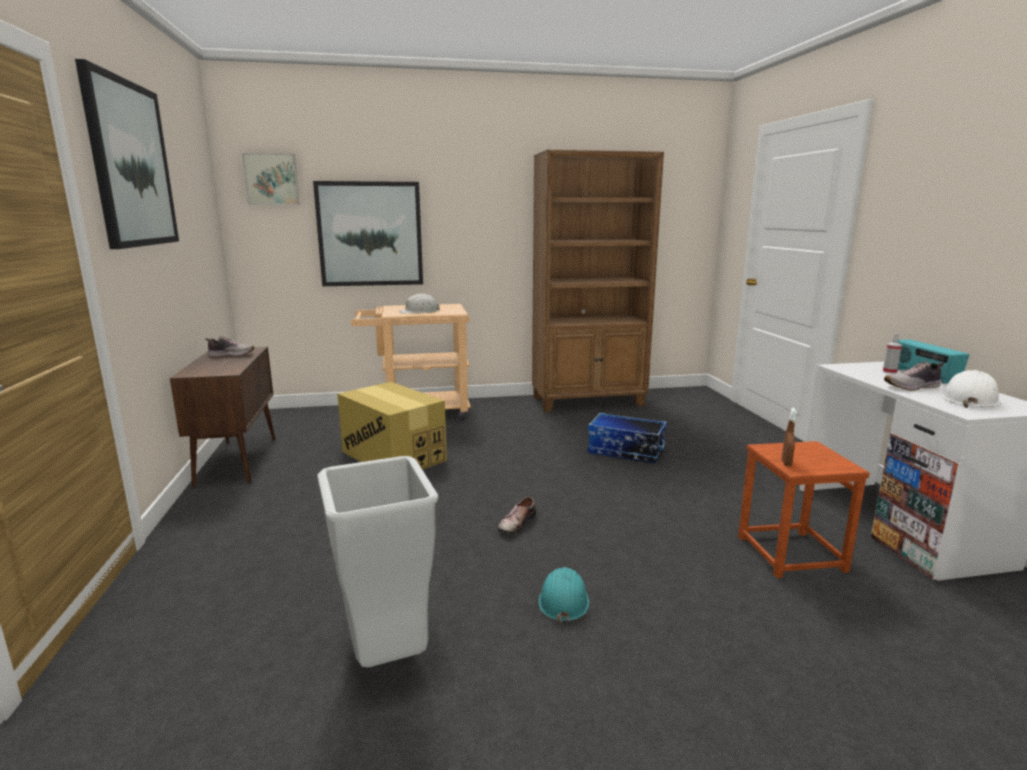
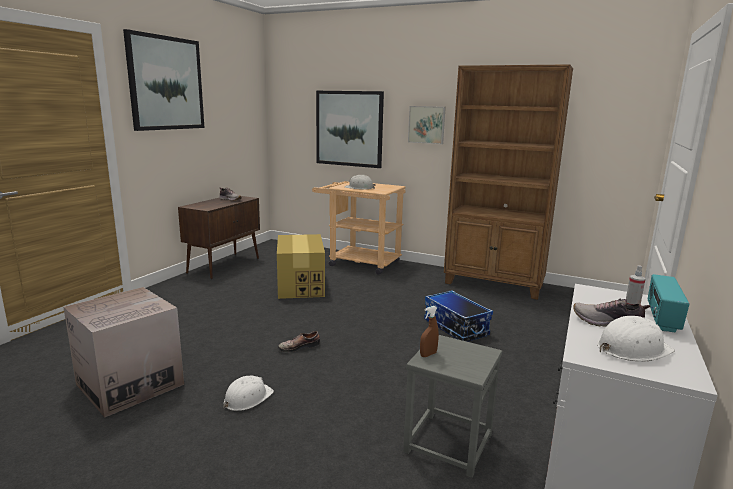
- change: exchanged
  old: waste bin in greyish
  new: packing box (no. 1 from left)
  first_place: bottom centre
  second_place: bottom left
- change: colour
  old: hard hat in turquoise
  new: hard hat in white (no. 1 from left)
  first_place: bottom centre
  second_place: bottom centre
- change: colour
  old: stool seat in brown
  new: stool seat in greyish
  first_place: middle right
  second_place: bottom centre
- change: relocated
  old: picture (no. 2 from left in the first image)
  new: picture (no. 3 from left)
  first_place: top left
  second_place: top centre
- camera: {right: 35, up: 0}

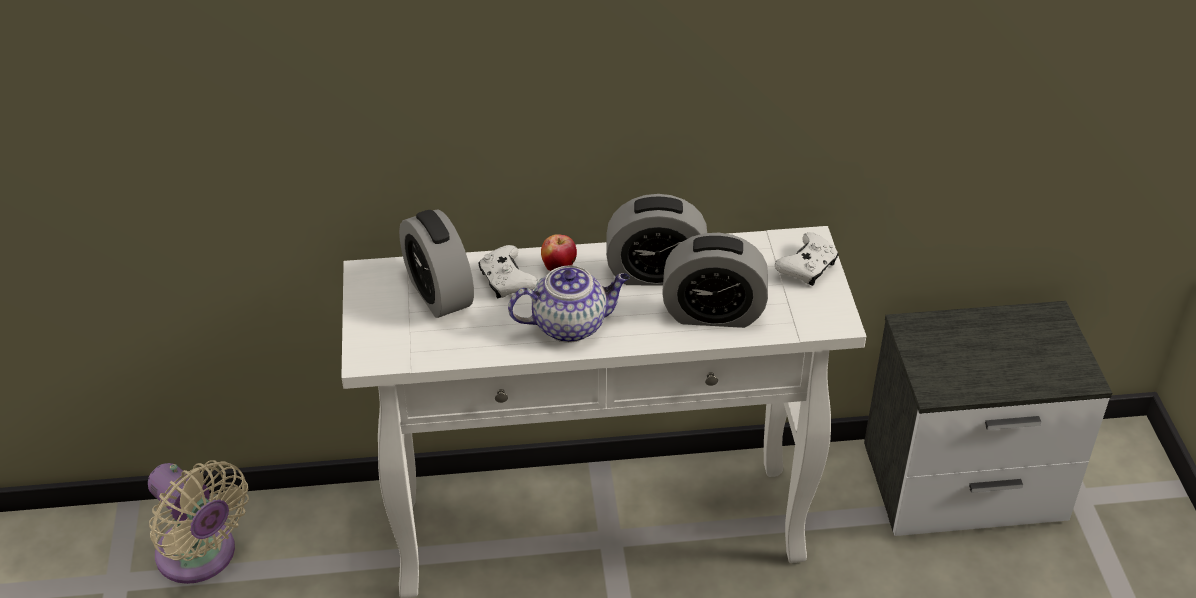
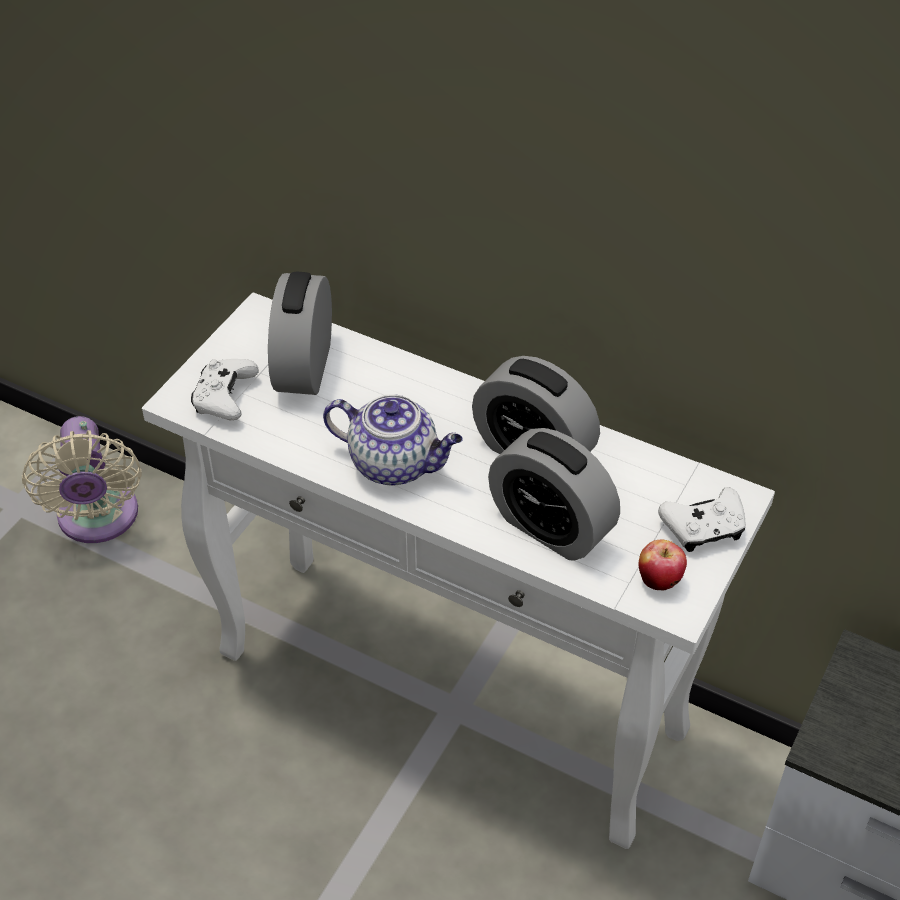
- change: relocated
  old: joypad in white (no. 1 from left)
  first_place: centre
  second_place: middle left
- change: relocated
  old: apple fruit
  first_place: centre
  second_place: middle right
- camera: {right: 35, up: 5}

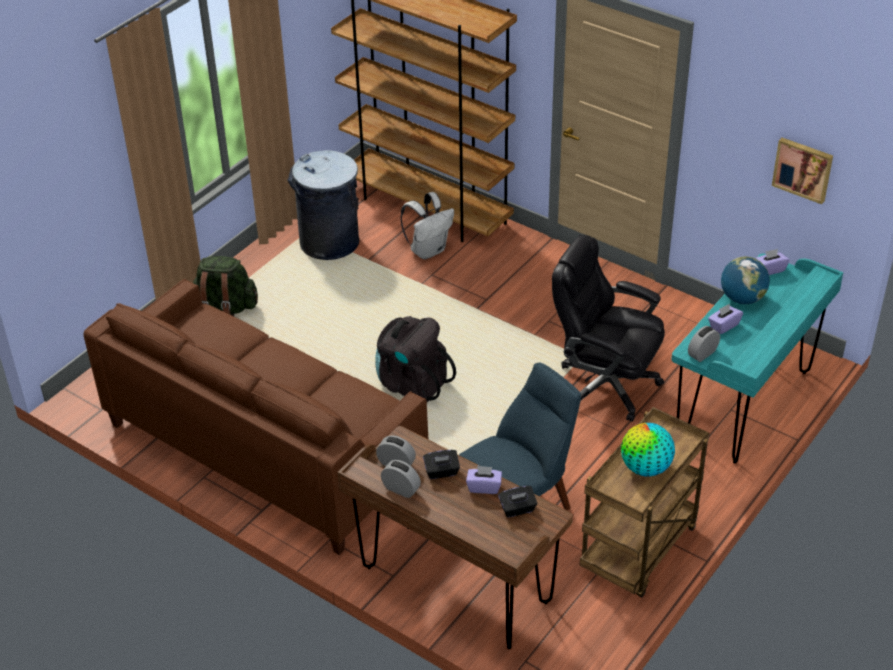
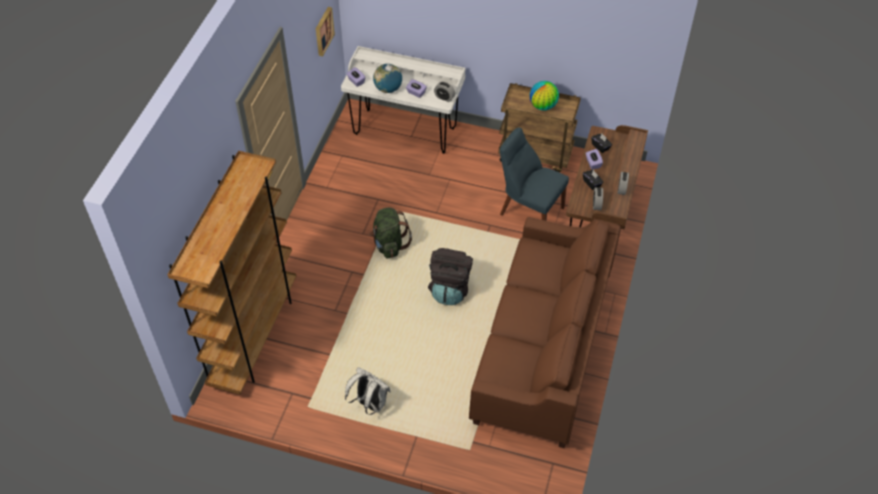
- change: colour
  old: desk in turquoise
  new: desk in white
  first_place: middle right
  second_place: top centre
- change: relocated
  old: rucksack in white
  first_place: centre
  second_place: bottom centre
- change: relocated
  old: rucksack in green-coloured
  first_place: middle left
  second_place: centre
- change: missing
  old: waste bin in greyish
  first_place: top centre
- change: missing
  old: desk chair in blackish
  first_place: middle right
- camera: {right: -110, up: 10}

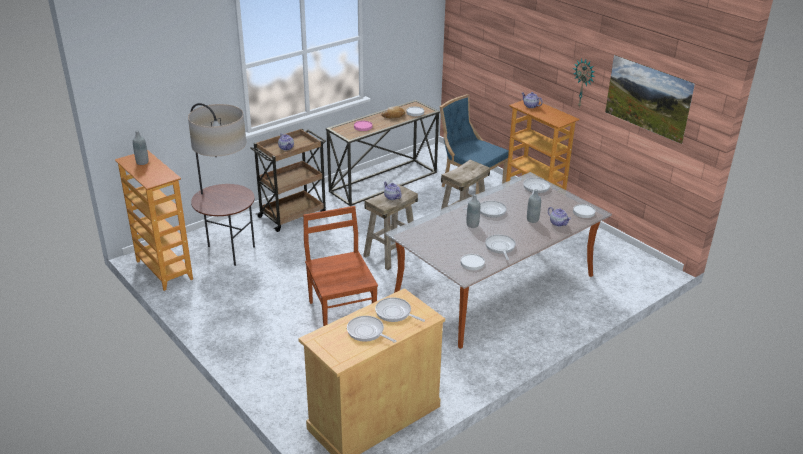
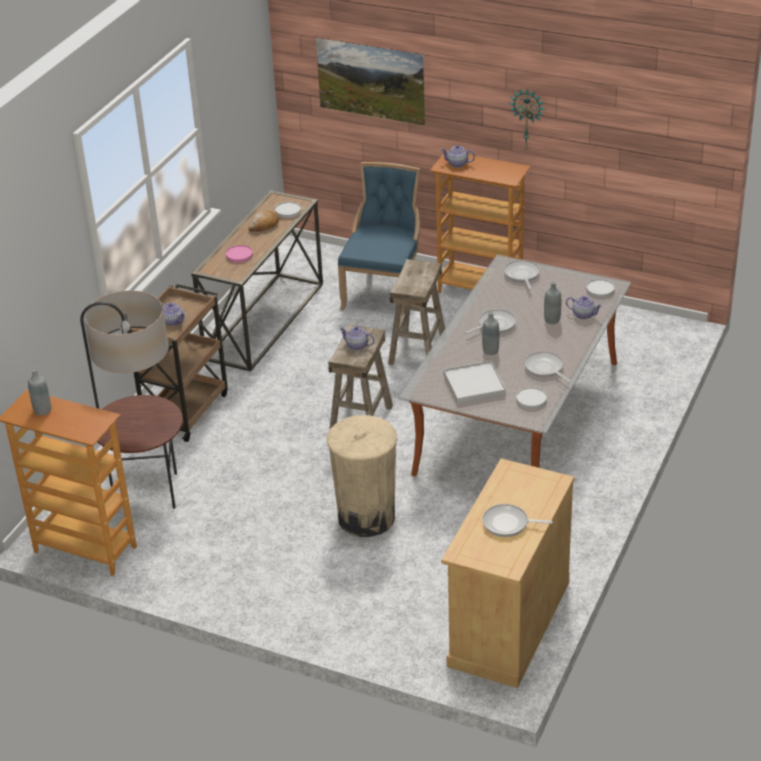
- change: relocated
  old: picture
  first_place: top right
  second_place: top centre
- change: exchanged
  old: chair in brown
  new: waste bin in beige
  first_place: centre
  second_place: centre
- change: spun
  old: chair in bluish
  first_place: top centre
  second_place: top centre
  degrees: 90
- change: appeared
  new: tray in white
  second_place: centre
- change: missing
  old: frying pan (no. 2 from left)
  first_place: bottom centre
- camera: {right: -25, up: 5}

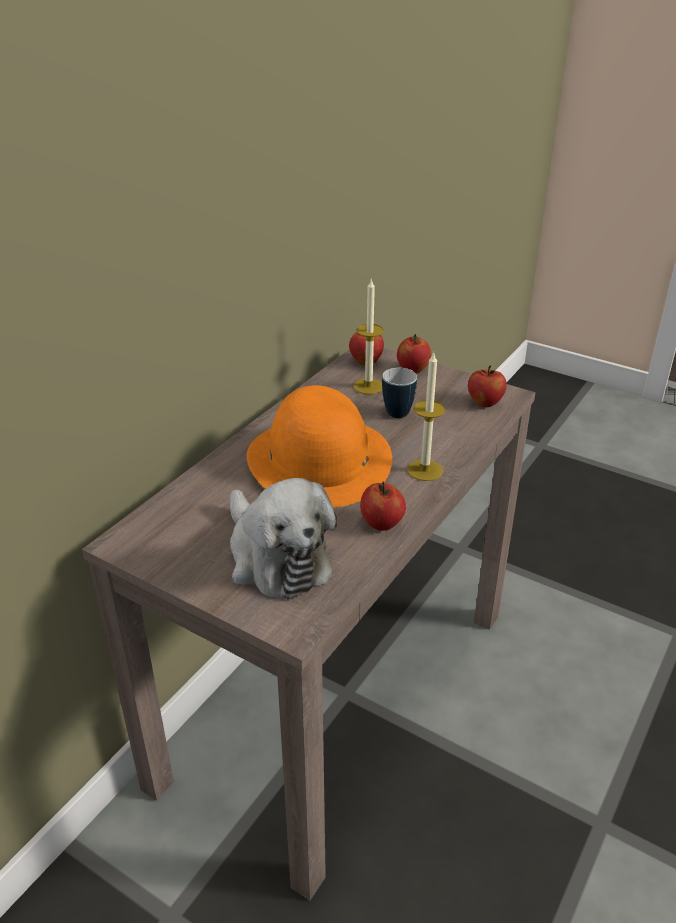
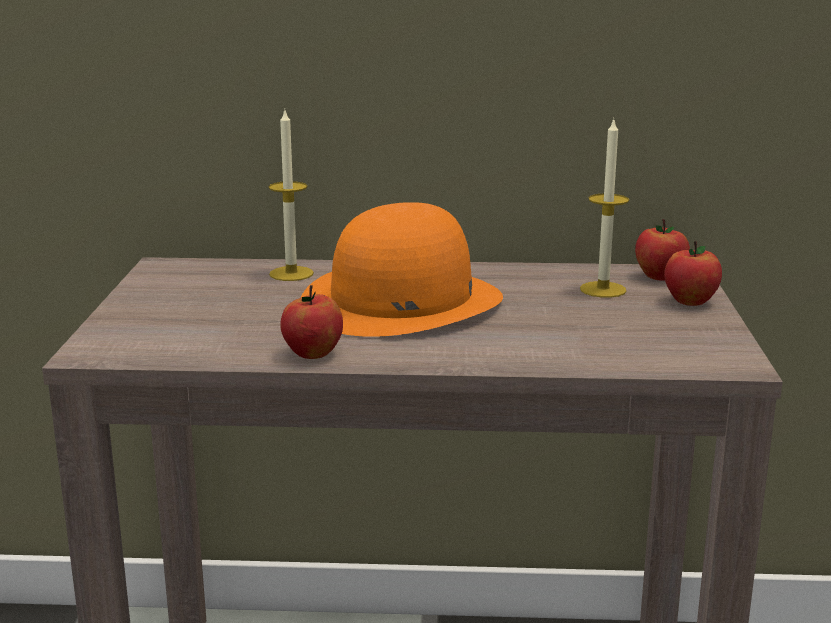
- change: relocated
  old: wax light (no. 2 from left in the first image)
  new: wax light (no. 1 from left)
  first_place: centre
  second_place: top centre
- change: missing
  old: cuddly toy
  first_place: centre
- change: missing
  old: tea mug
  first_place: centre
- change: missing
  old: apple fruit (no. 4 from left)
  first_place: middle right
- camera: {right: 60, up: -15}

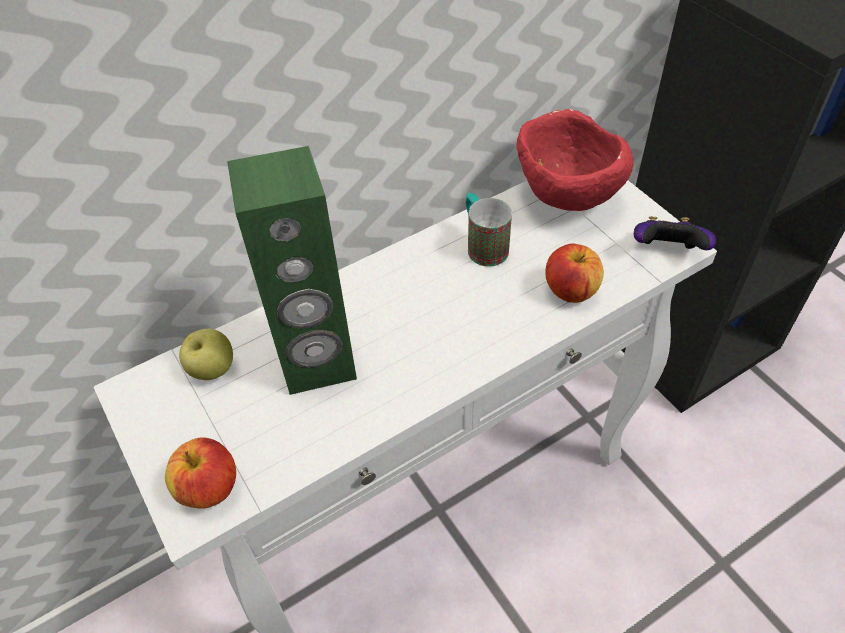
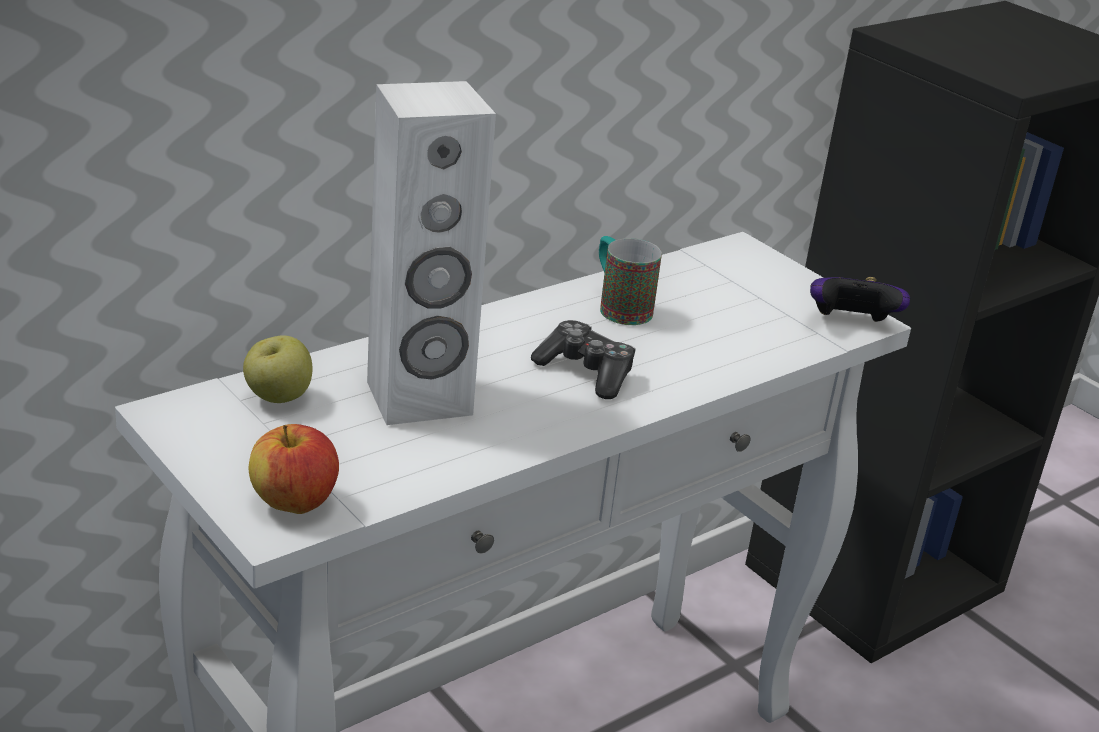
- change: colour
  old: speaker in green-coloured
  new: speaker in white
  first_place: centre
  second_place: centre
- change: appeared
  new: joypad (no. 1 from left)
  second_place: centre
- change: missing
  old: deep dish in red-coloured
  first_place: top right
- change: missing
  old: apple fruit (no. 3 from left)
  first_place: middle right
- camera: {right: -10, up: -20}

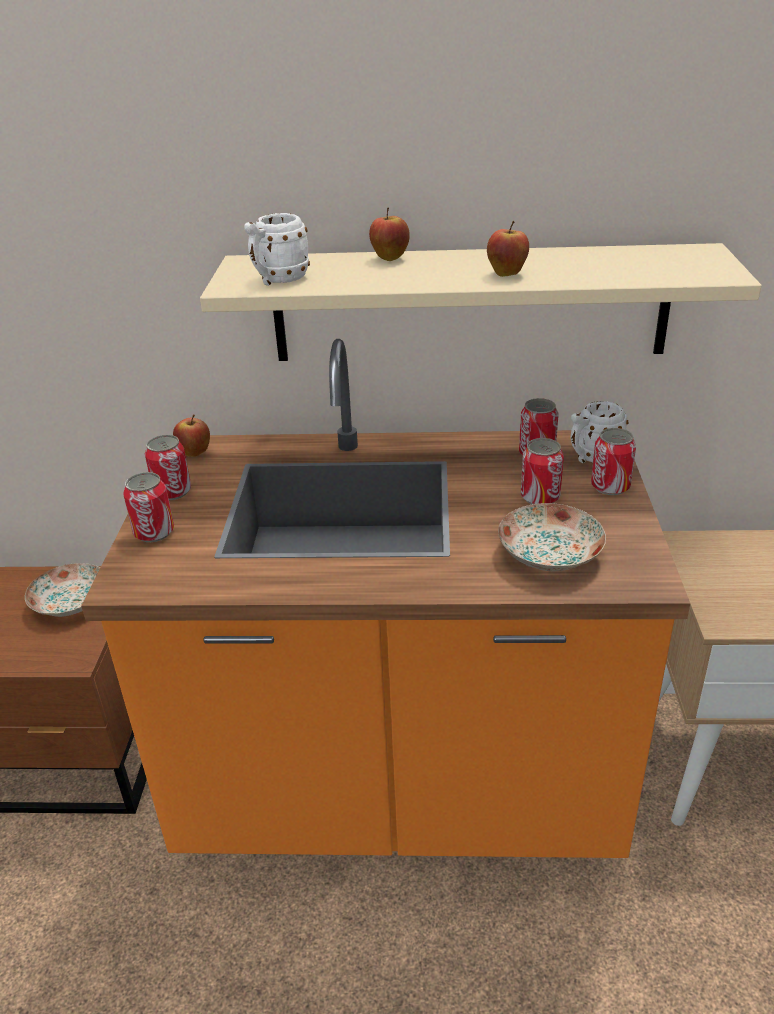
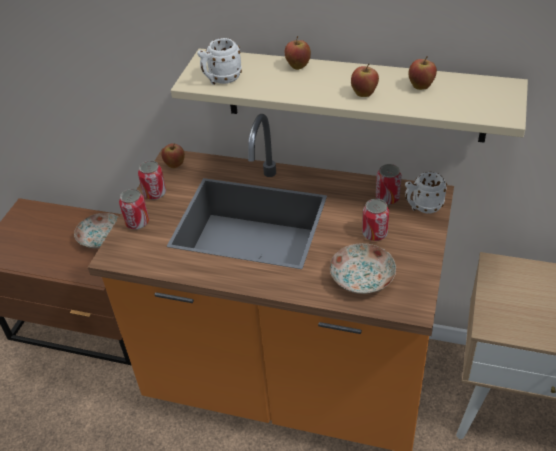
- change: appeared
  new: apple fruit (no. 4 from left)
  second_place: top right
- change: missing
  old: can (no. 5 from left)
  first_place: middle right
- camera: {right: 15, up: 10}

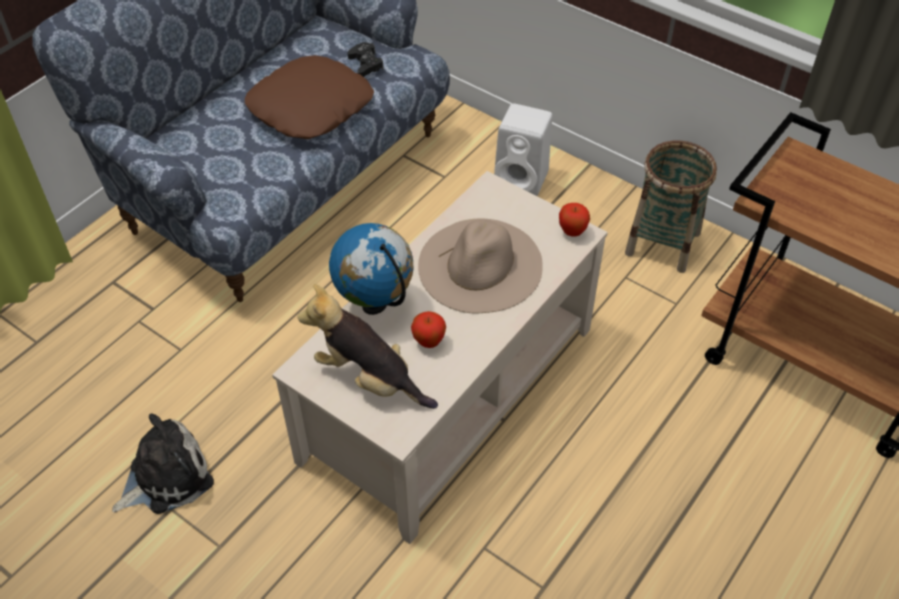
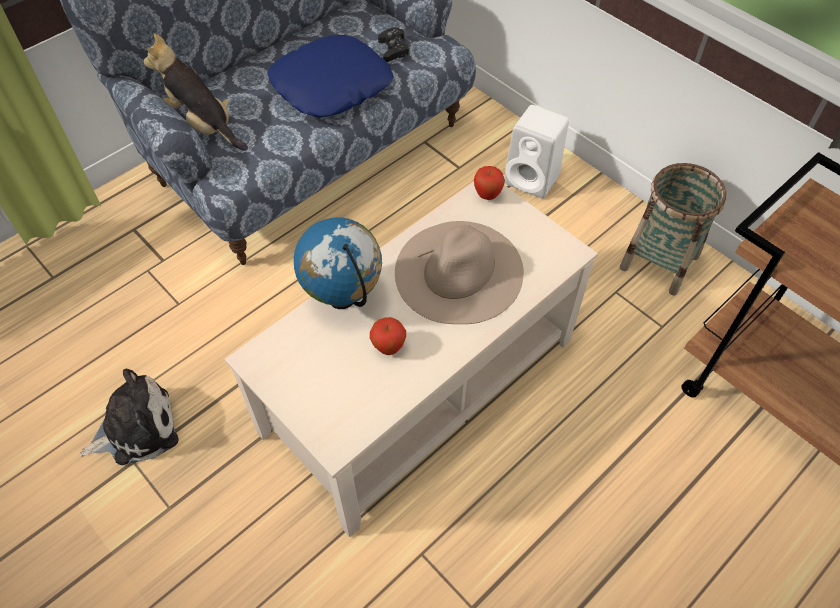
- change: relocated
  old: cuddly toy (no. 2 from left)
  first_place: centre
  second_place: top left
- change: colour
  old: cushion in brown
  new: cushion in bluish
  first_place: top centre
  second_place: top centre
- change: relocated
  old: apple fruit (no. 2 from left)
  first_place: centre
  second_place: top centre
- camera: {right: 10, up: 5}

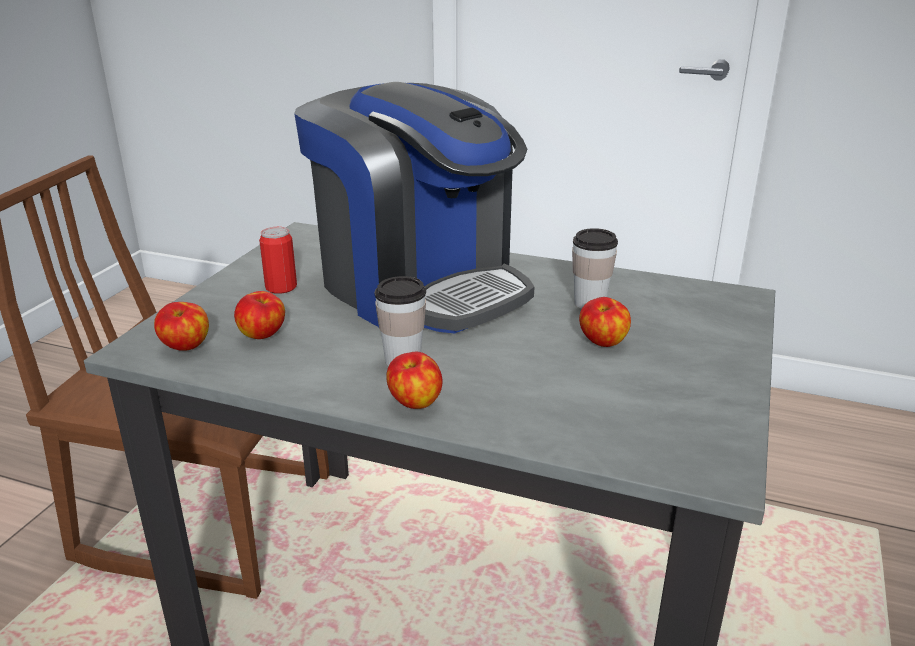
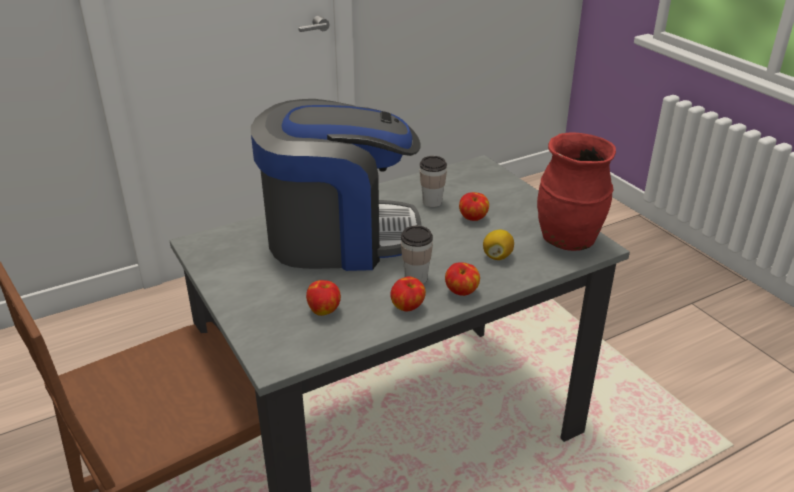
- change: relocated
  old: apple fruit (no. 1 from left in the first image)
  new: apple fruit (no. 2 from left)
  first_place: middle left
  second_place: centre
- change: appeared
  new: whole lemon
  second_place: centre
- change: appeared
  new: flower vase in red-coloured
  second_place: middle right
- change: missing
  old: can
  first_place: middle left
- camera: {right: -50, up: 5}

